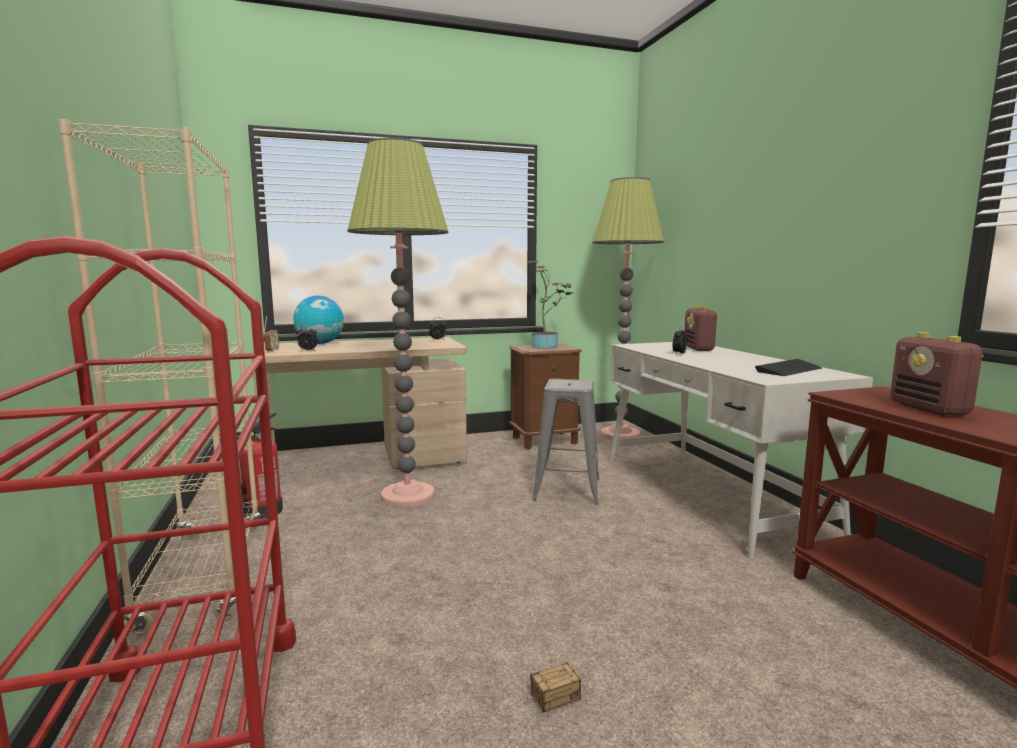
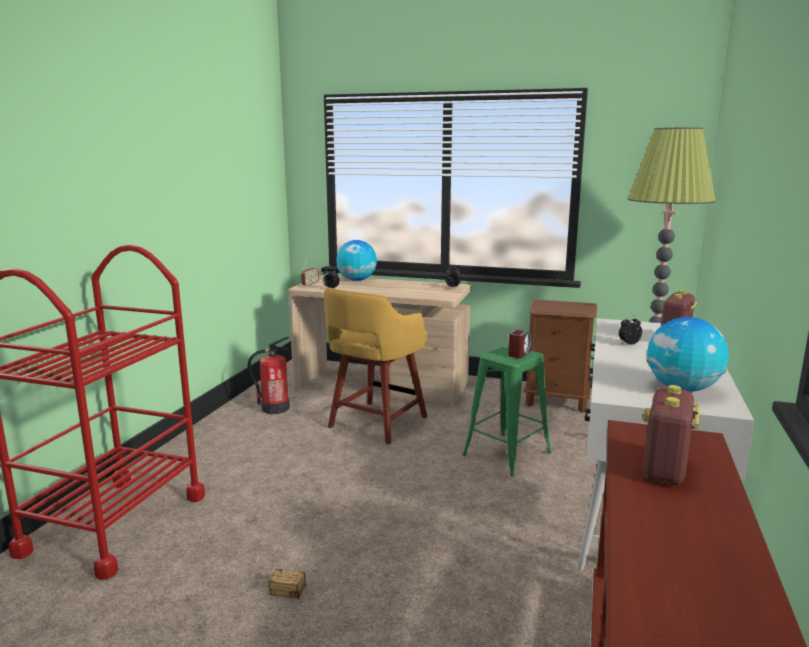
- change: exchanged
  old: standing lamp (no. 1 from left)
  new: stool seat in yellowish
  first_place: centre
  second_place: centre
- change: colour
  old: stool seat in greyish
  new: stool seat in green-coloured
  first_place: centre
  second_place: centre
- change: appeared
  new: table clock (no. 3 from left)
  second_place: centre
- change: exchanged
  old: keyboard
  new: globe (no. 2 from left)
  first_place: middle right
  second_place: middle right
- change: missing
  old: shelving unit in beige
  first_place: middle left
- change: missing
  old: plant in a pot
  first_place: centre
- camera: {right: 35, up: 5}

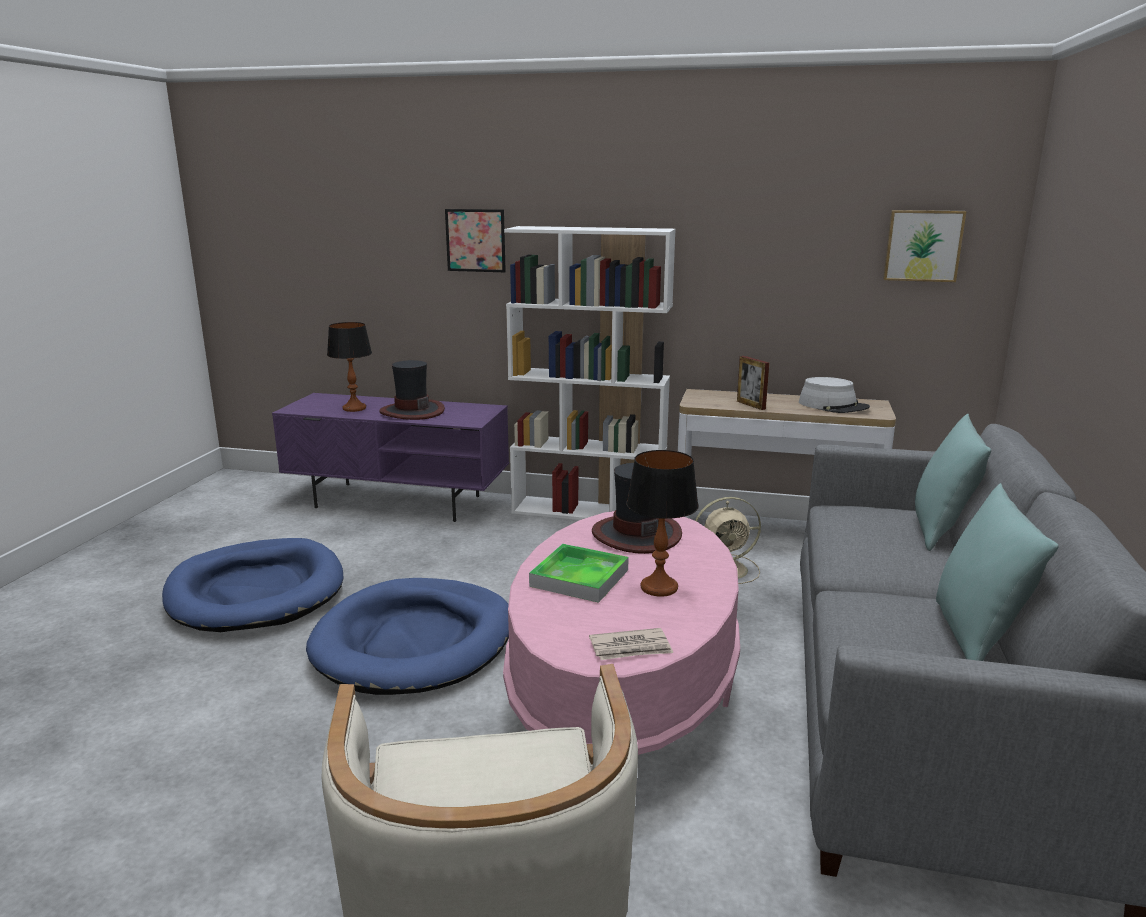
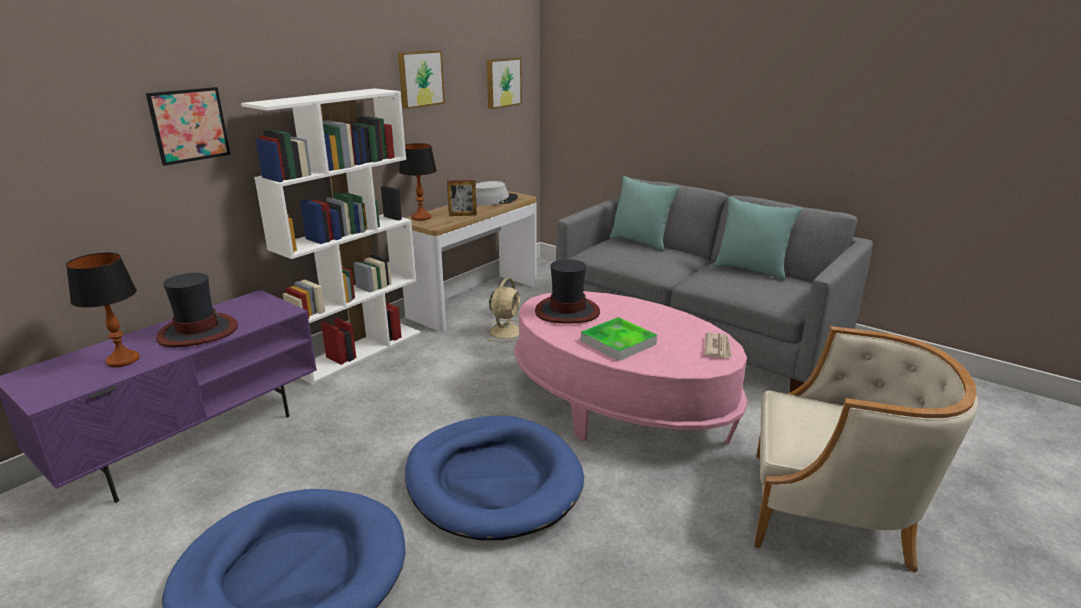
- change: appeared
  new: picture (no. 2 from left)
  second_place: top centre
- change: relocated
  old: table lamp (no. 2 from left)
  first_place: centre
  second_place: top centre
- camera: {right: -65, up: 5}

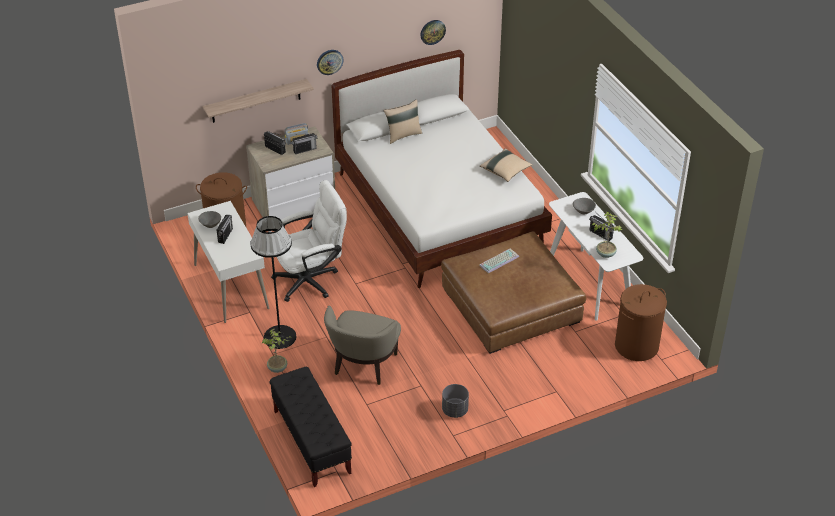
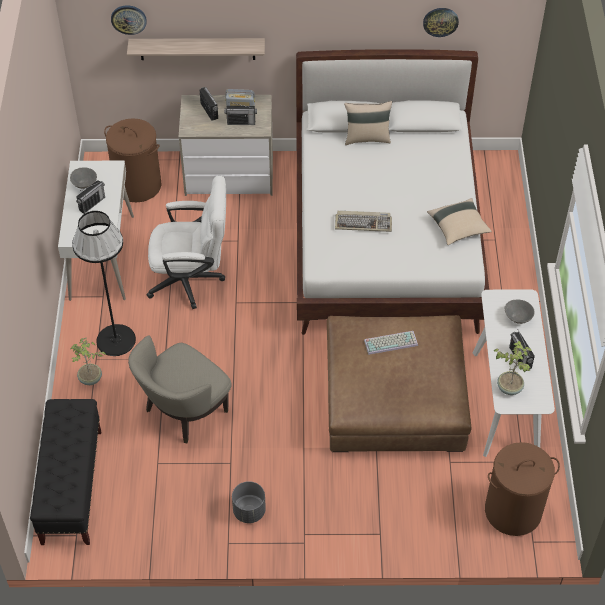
- change: relocated
  old: clock on the wall (no. 1 from left)
  first_place: top centre
  second_place: top left
- change: appeared
  new: keyboard (no. 1 from left)
  second_place: centre
- camera: {right: 25, up: 10}

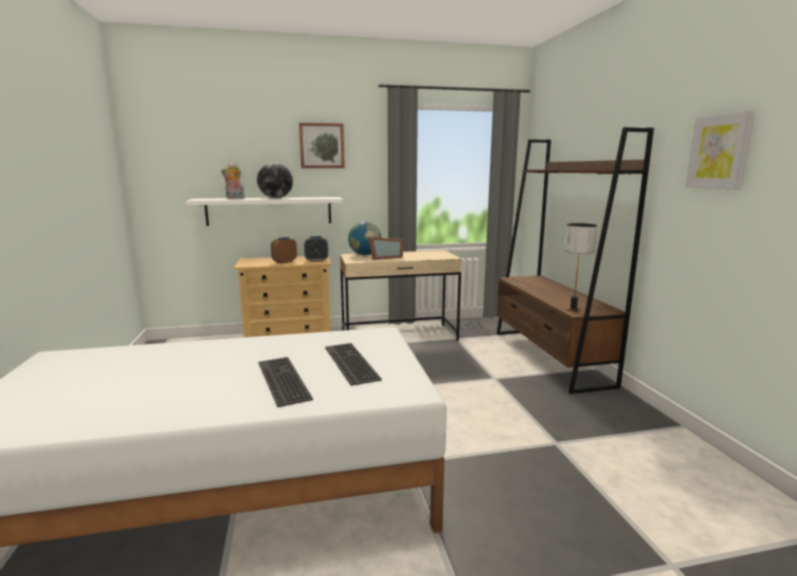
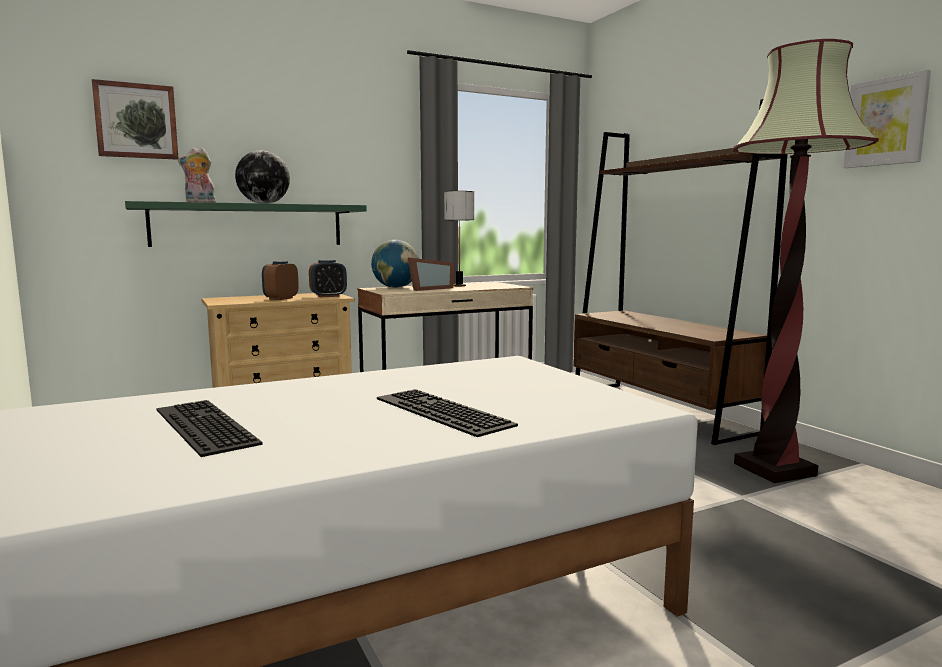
- change: relocated
  old: picture (no. 1 from left)
  first_place: top centre
  second_place: top left
- change: colour
  old: bracket shelf in white
  new: bracket shelf in green-coloured
  first_place: middle left
  second_place: middle left
- change: relocated
  old: keyboard (no. 2 from left in the first image)
  new: keyboard (no. 1 from left)
  first_place: centre
  second_place: middle left
- change: relocated
  old: table lamp
  first_place: middle right
  second_place: centre
- change: appeared
  new: standing lamp
  second_place: middle right
- camera: {right: -15, up: -5}

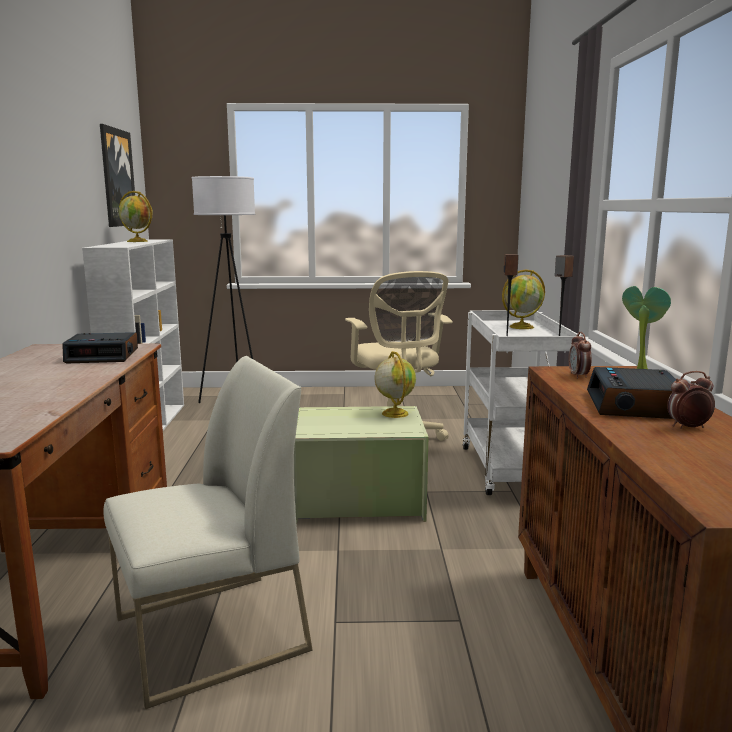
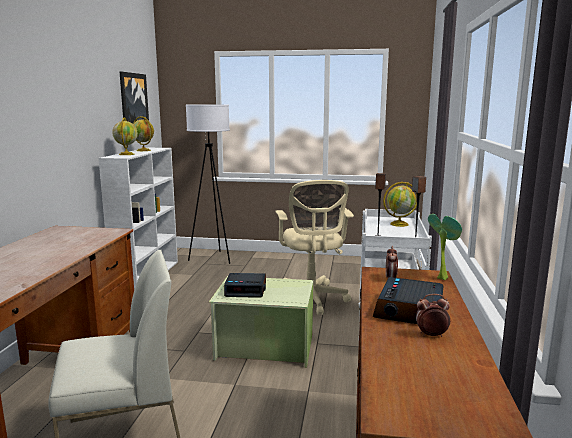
- change: relocated
  old: globe (no. 2 from left in the first image)
  new: globe (no. 1 from left)
  first_place: centre
  second_place: top left
- change: relocated
  old: table clock (no. 1 from left)
  first_place: middle left
  second_place: centre
- camera: {right: 10, up: 0}

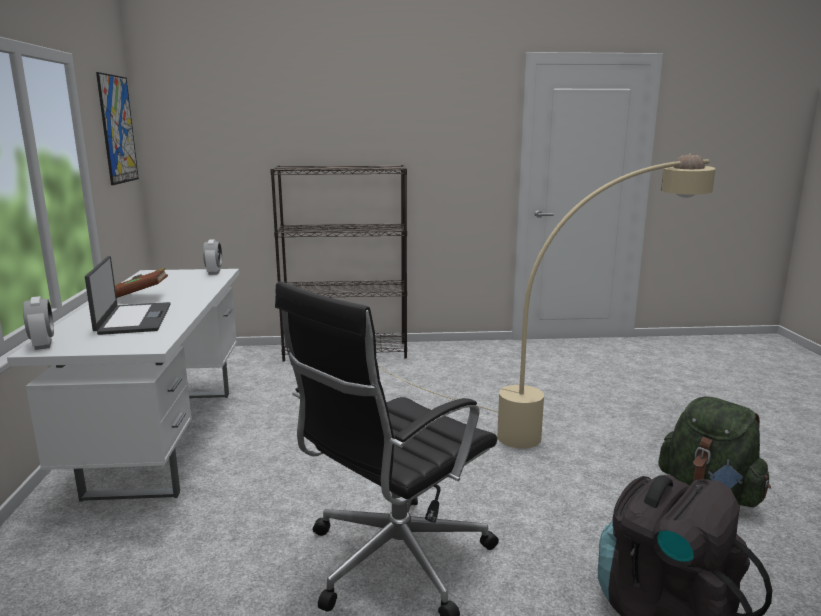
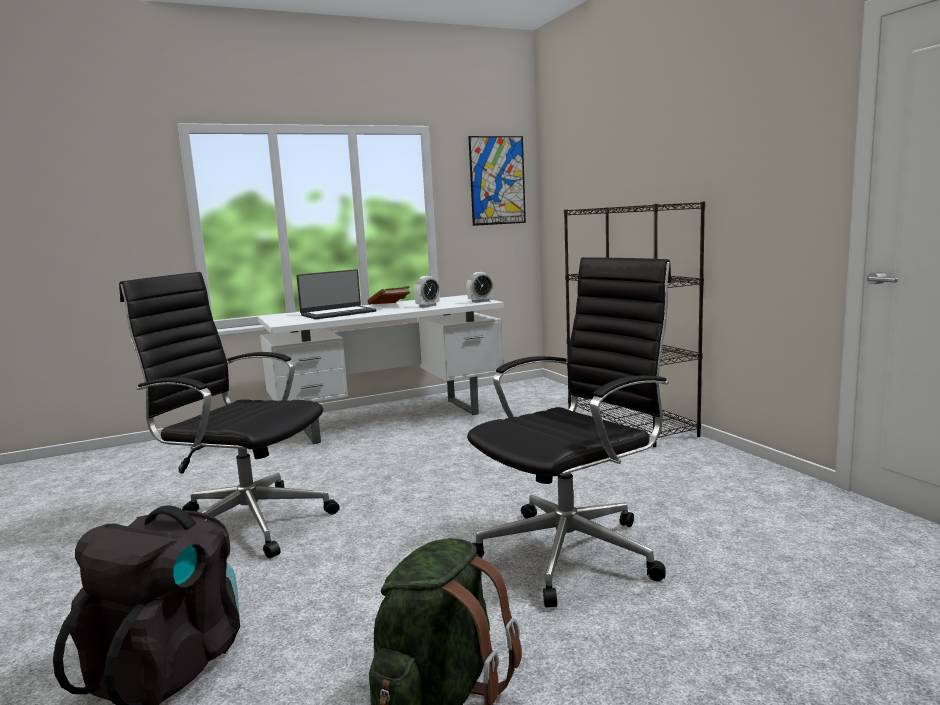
- change: relocated
  old: table clock (no. 1 from left)
  first_place: middle left
  second_place: centre
- change: exchanged
  old: standing lamp in beige
  new: desk chair in blackish (no. 2 from left)
  first_place: centre
  second_place: centre
- camera: {right: 70, up: -5}

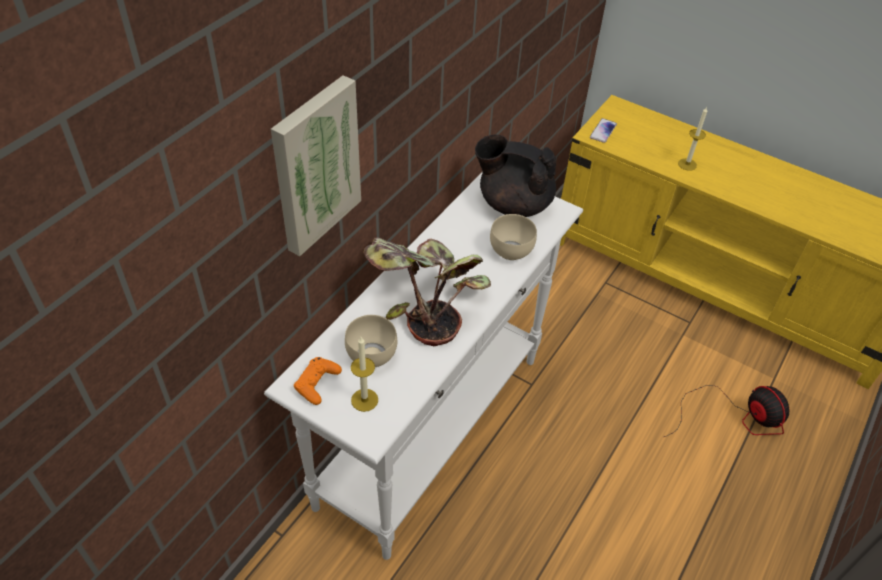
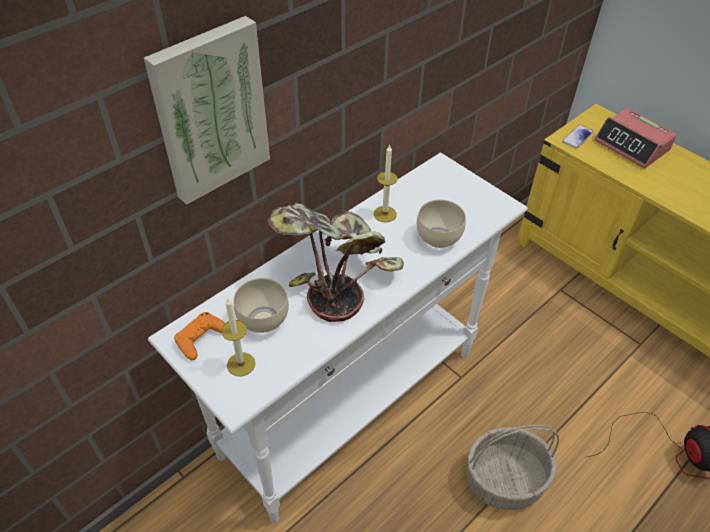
- change: relocated
  old: wax light (no. 2 from left)
  first_place: top right
  second_place: centre
- change: appeared
  new: storage basket
  second_place: bottom right
- change: appeared
  new: table clock
  second_place: top right
- change: missing
  old: tea pot in blackish
  first_place: top centre
- camera: {right: 15, up: 0}

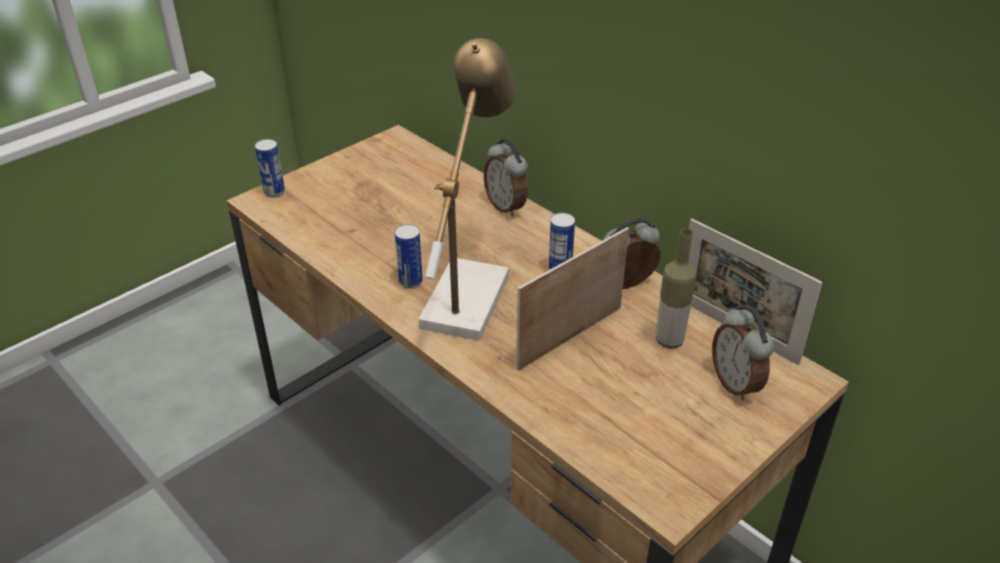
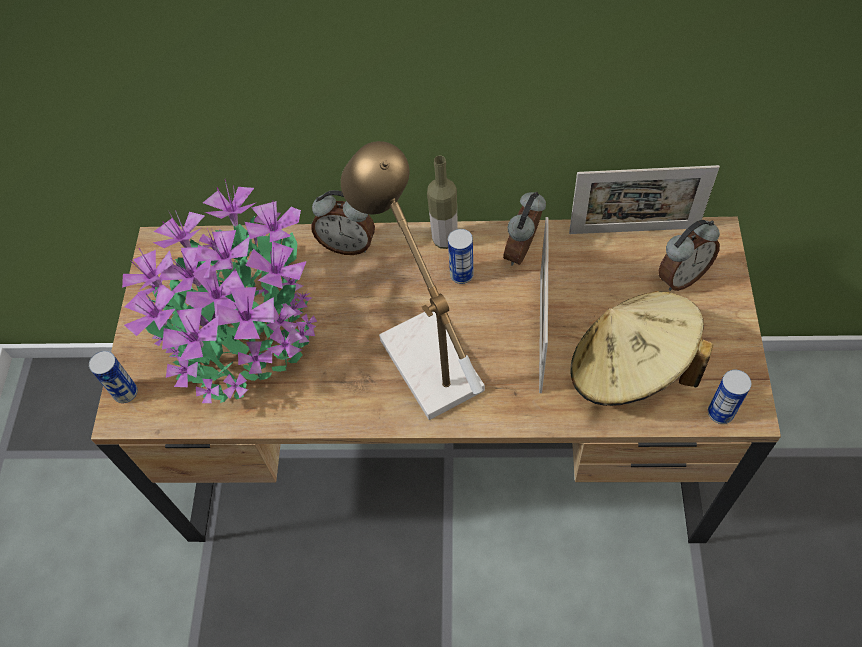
- change: appeared
  new: plant in a pot
  second_place: middle left
- change: relocated
  old: bottle
  first_place: middle right
  second_place: top centre
- change: appeared
  new: clothing hat in beige
  second_place: middle right
- change: spun
  old: table clock (no. 3 from left)
  first_place: middle right
  second_place: middle right
  degrees: -60
- change: relocated
  old: can (no. 2 from left in the first image)
  new: can (no. 3 from left)
  first_place: centre
  second_place: middle right
- camera: {right: -40, up: 20}

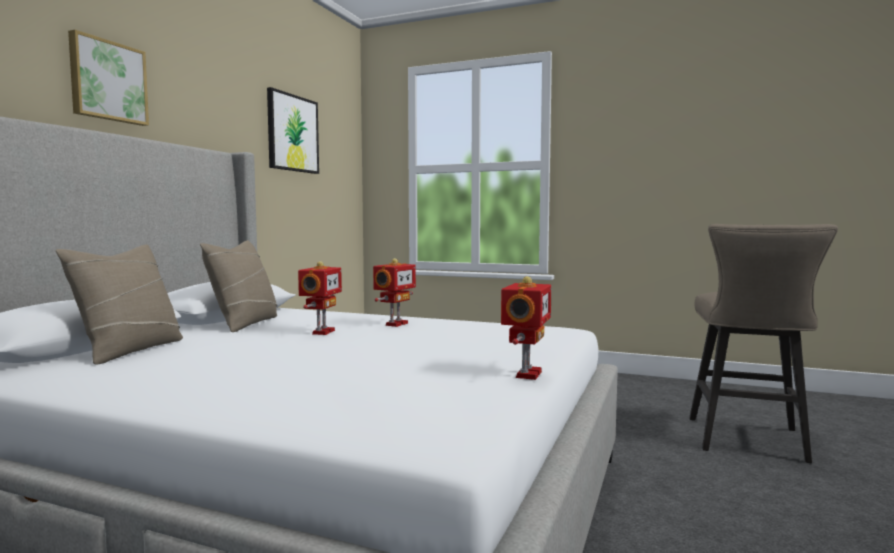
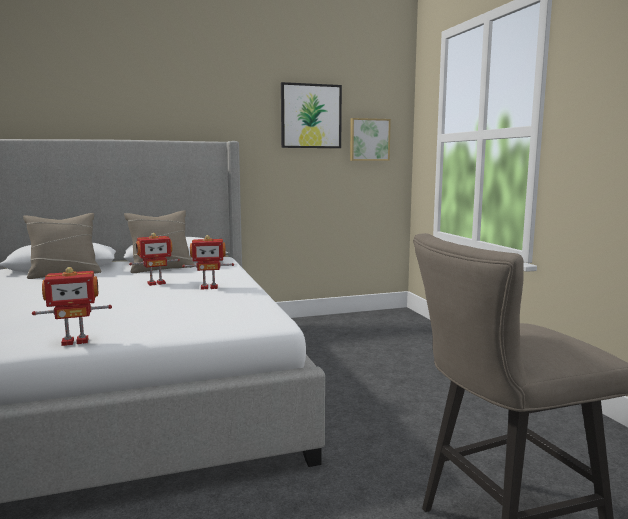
- change: relocated
  old: picture (no. 1 from left in the first image)
  new: picture (no. 2 from left)
  first_place: top left
  second_place: top centre
- camera: {right: 50, up: 5}

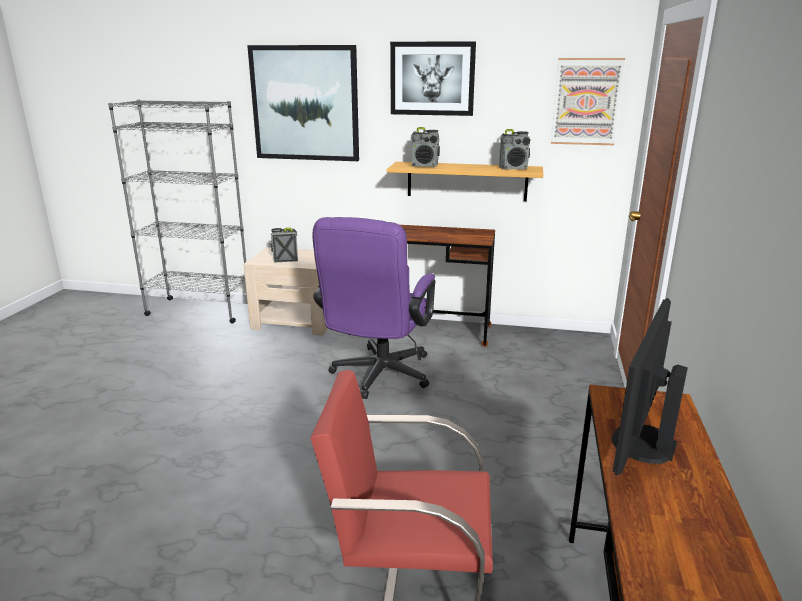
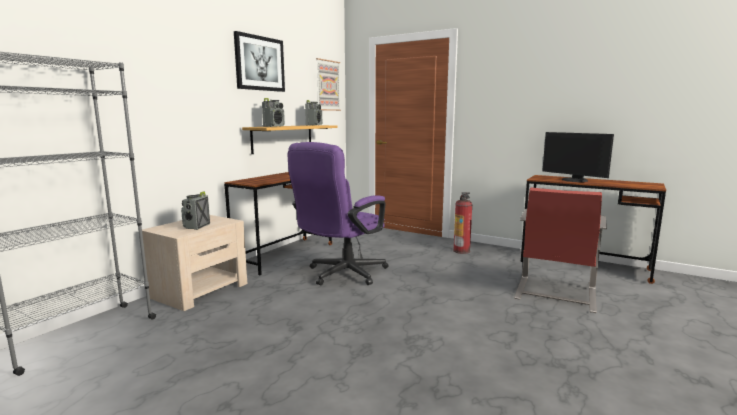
- change: spun
  old: desk chair in purplish
  first_place: centre
  second_place: centre
  degrees: 90
- change: appeared
  new: extinguisher
  second_place: centre
- change: missing
  old: picture (no. 1 from left)
  first_place: top centre
- camera: {right: -70, up: -10}

